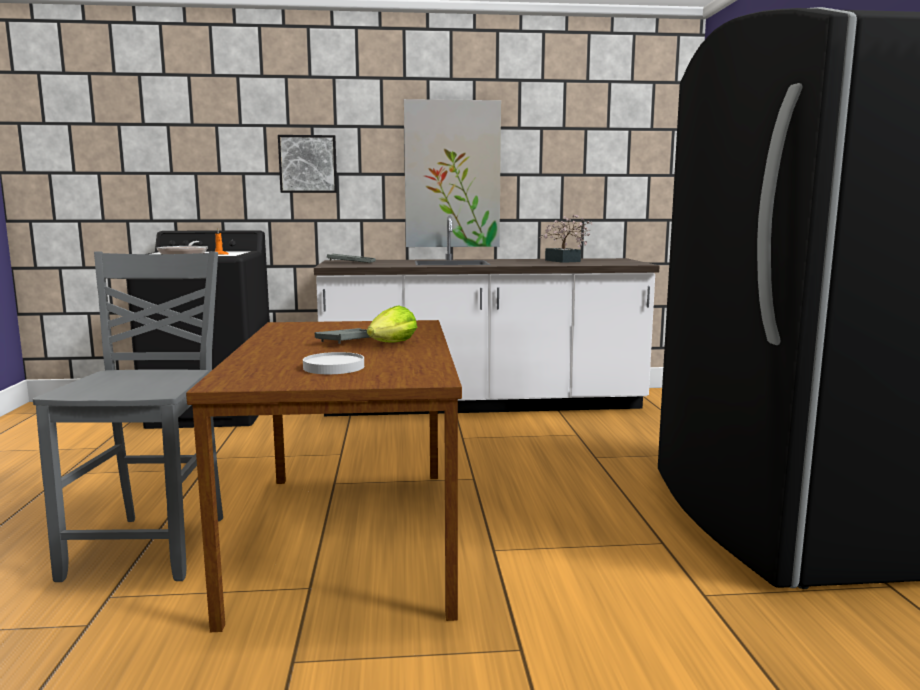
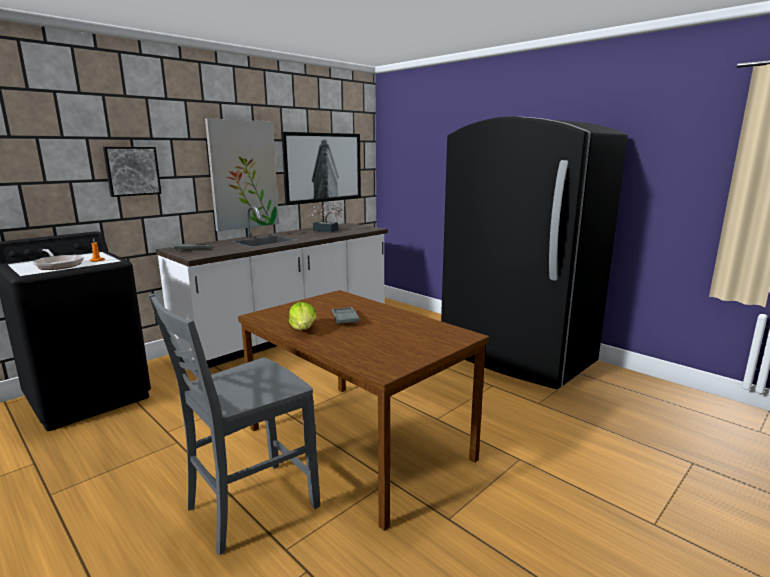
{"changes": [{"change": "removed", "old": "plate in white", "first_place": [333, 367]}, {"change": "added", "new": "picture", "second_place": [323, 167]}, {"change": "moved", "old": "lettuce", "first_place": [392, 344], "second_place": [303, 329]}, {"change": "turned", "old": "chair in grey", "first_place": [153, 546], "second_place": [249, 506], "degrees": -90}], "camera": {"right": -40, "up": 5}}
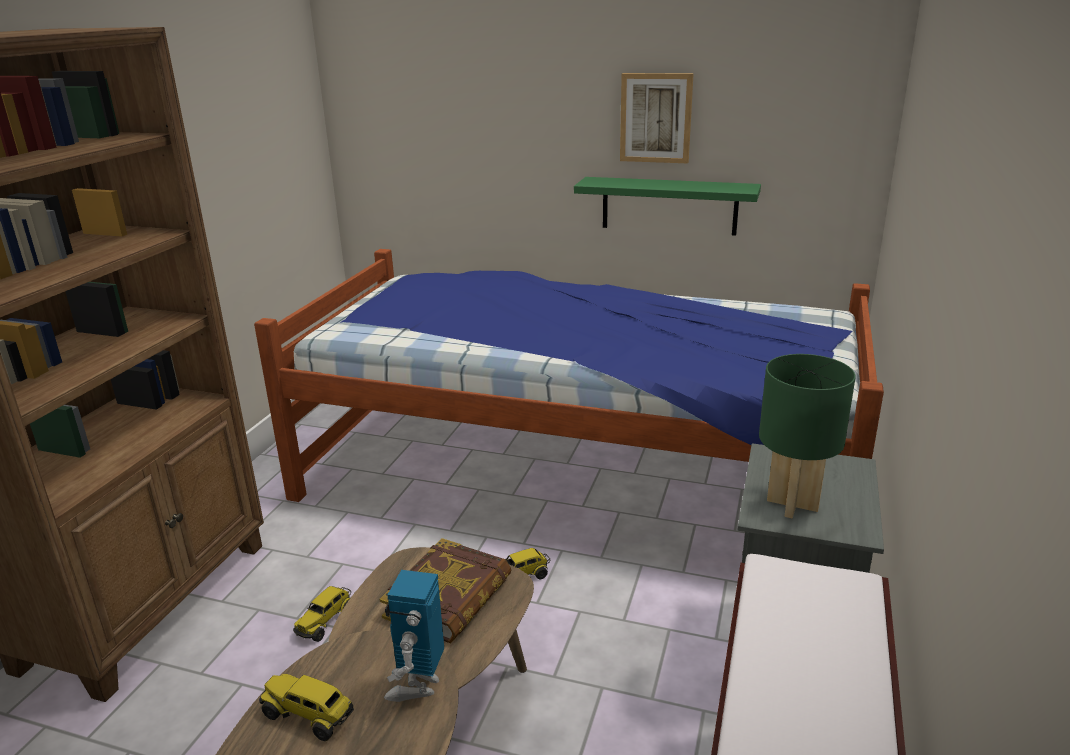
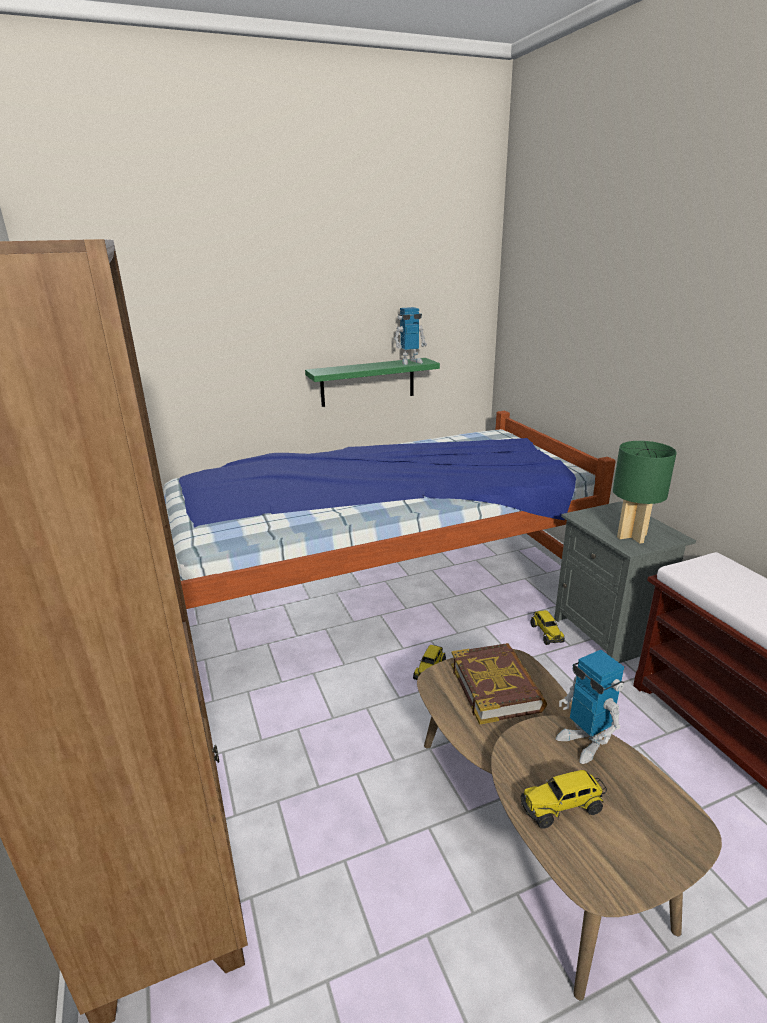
{"changes": [{"change": "removed", "old": "picture", "first_place": [656, 118]}, {"change": "added", "new": "toy robot", "second_place": [410, 362]}, {"change": "moved", "old": "toy truck", "first_place": [325, 621], "second_place": [546, 633]}], "camera": {"right": -40, "up": 0}}
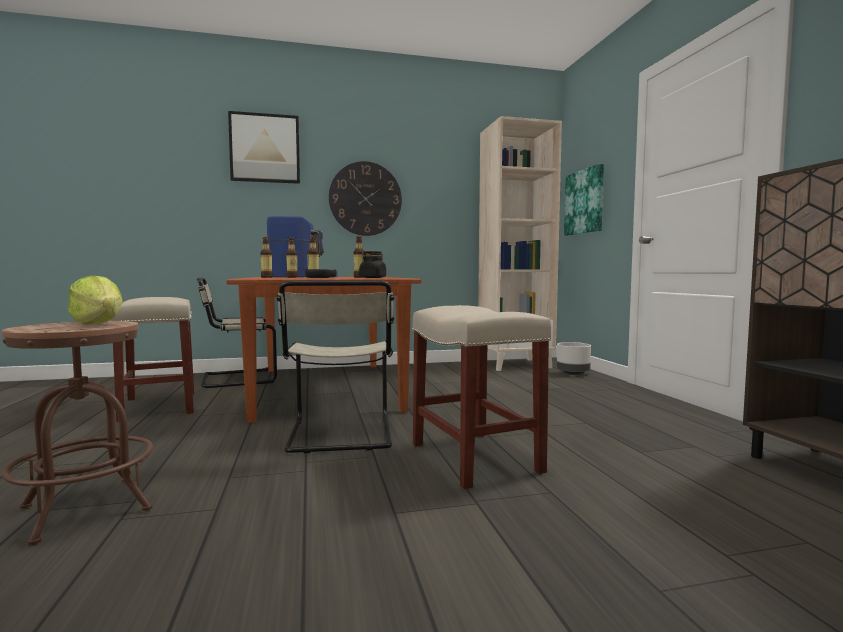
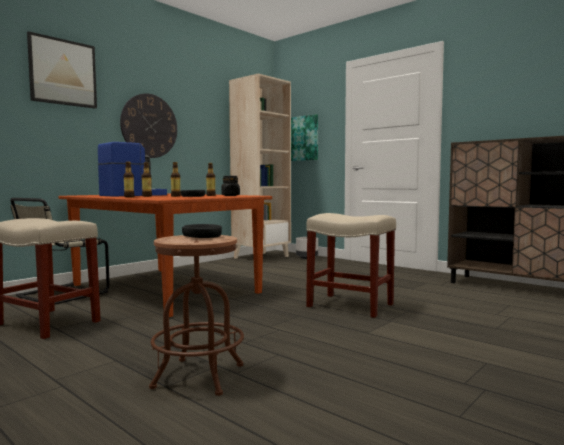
{"changes": [{"change": "removed", "old": "chair in beige", "first_place": [340, 435]}, {"change": "replaced", "old": "lettuce", "new": "bowl in black", "first_place": [99, 323], "second_place": [202, 236]}], "camera": {"right": -35, "up": 0}}
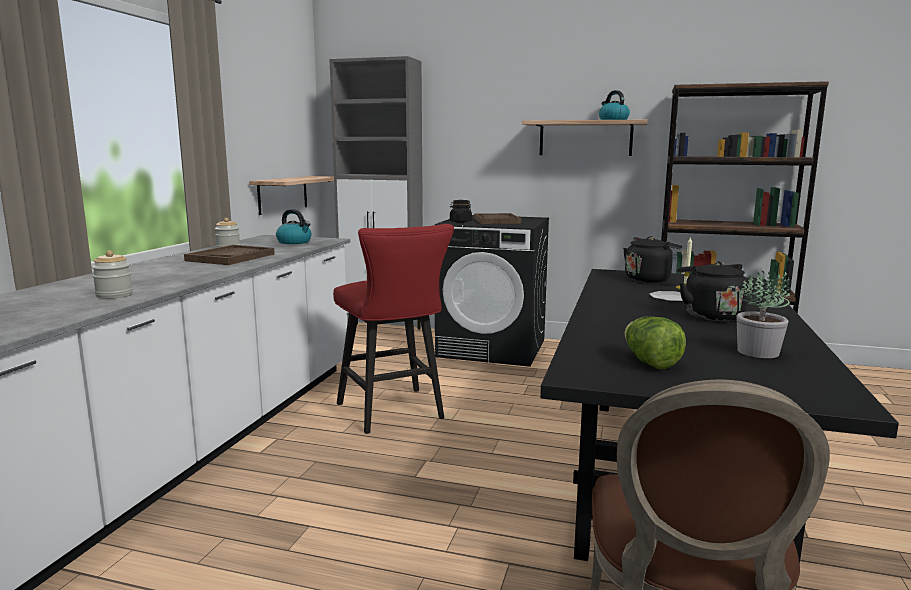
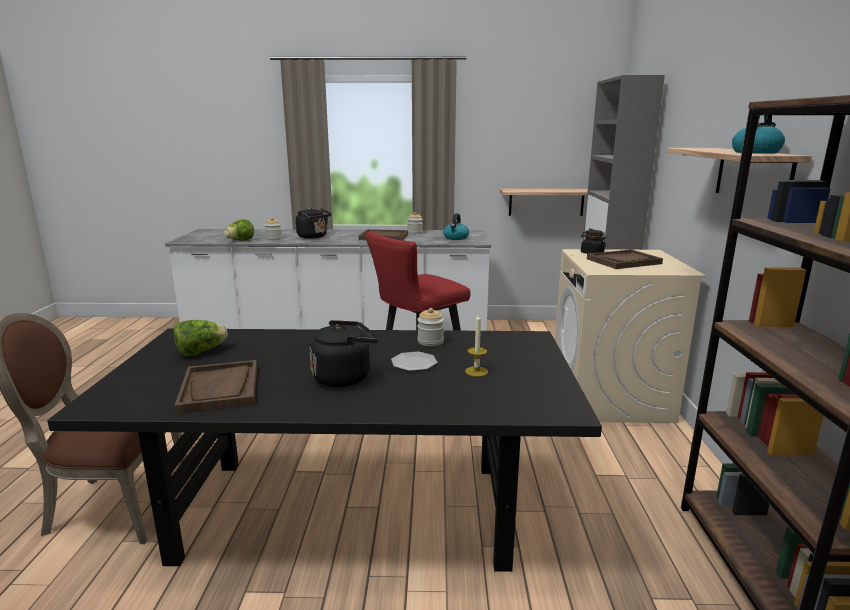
{"changes": [{"change": "added", "new": "lettuce", "second_place": [240, 241]}, {"change": "added", "new": "jar", "second_place": [430, 341]}, {"change": "moved", "old": "kettle in black", "first_place": [649, 279], "second_place": [314, 237]}, {"change": "replaced", "old": "potted plant", "new": "tray in brown", "first_place": [759, 352], "second_place": [220, 388]}, {"change": "recoloured", "old": "washing machine in black", "new": "washing machine in beige", "first_place": [492, 348], "second_place": [610, 397]}], "camera": {"right": 75, "up": 5}}
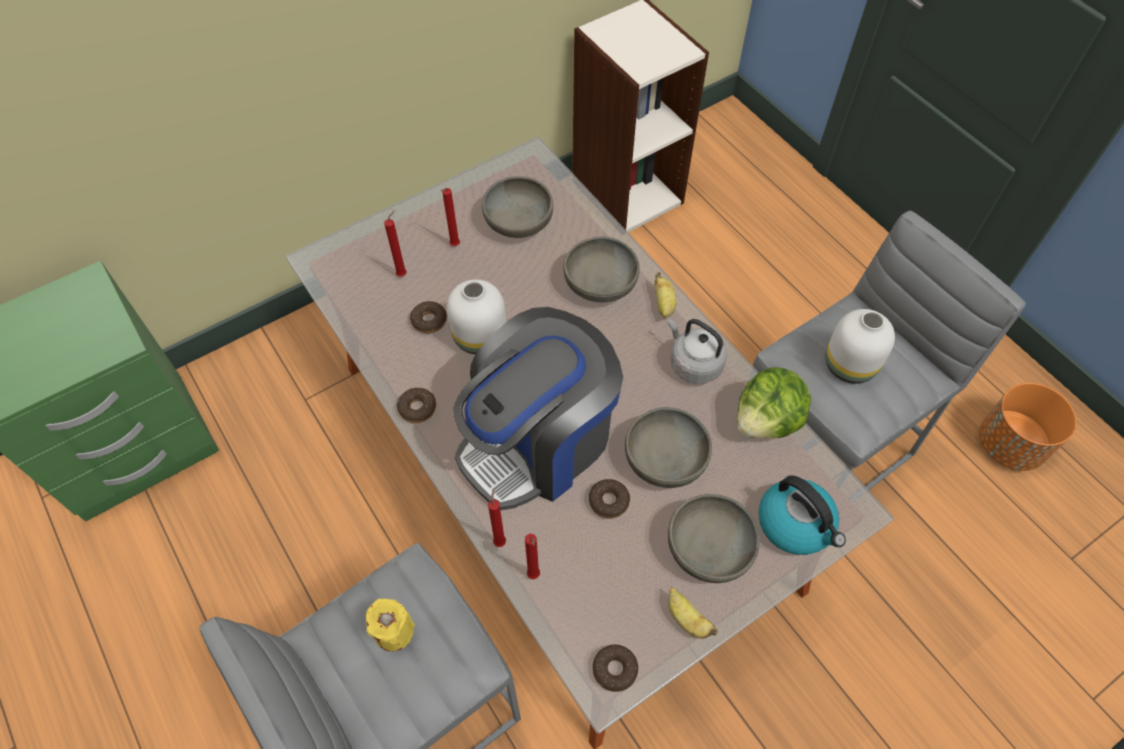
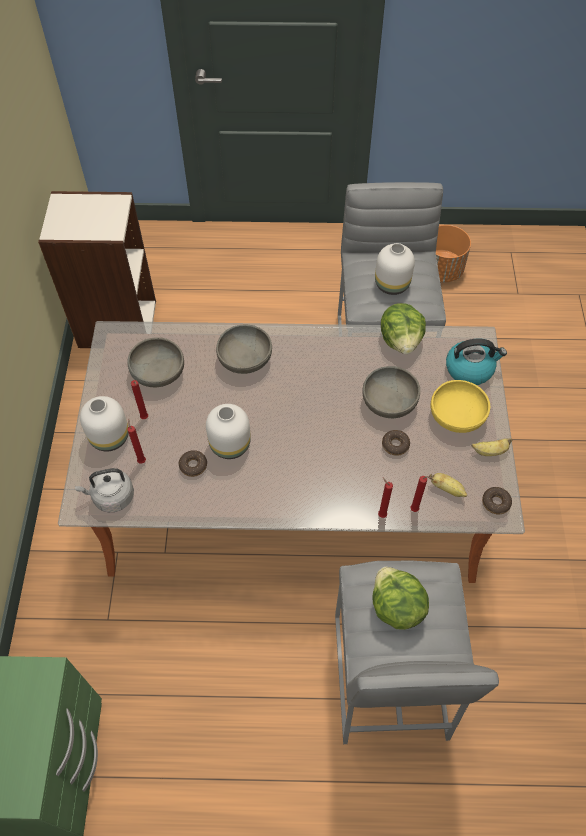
{"changes": [{"change": "removed", "old": "donut", "first_place": [417, 408]}, {"change": "removed", "old": "coffee machine", "first_place": [539, 442]}, {"change": "added", "new": "vase in white", "second_place": [108, 437]}, {"change": "moved", "old": "banana", "first_place": [664, 304], "second_place": [447, 489]}, {"change": "moved", "old": "kettle in grey", "first_place": [693, 364], "second_place": [111, 497]}, {"change": "replaced", "old": "candle in yellow", "new": "lettuce", "first_place": [393, 631], "second_place": [396, 607]}, {"change": "recoloured", "old": "bowl in grey", "new": "bowl in yellow", "first_place": [709, 548], "second_place": [457, 416]}], "camera": {"right": -55, "up": 0}}
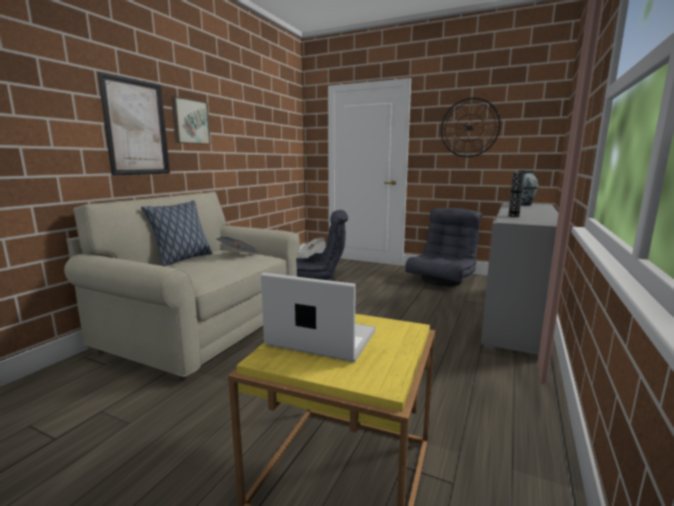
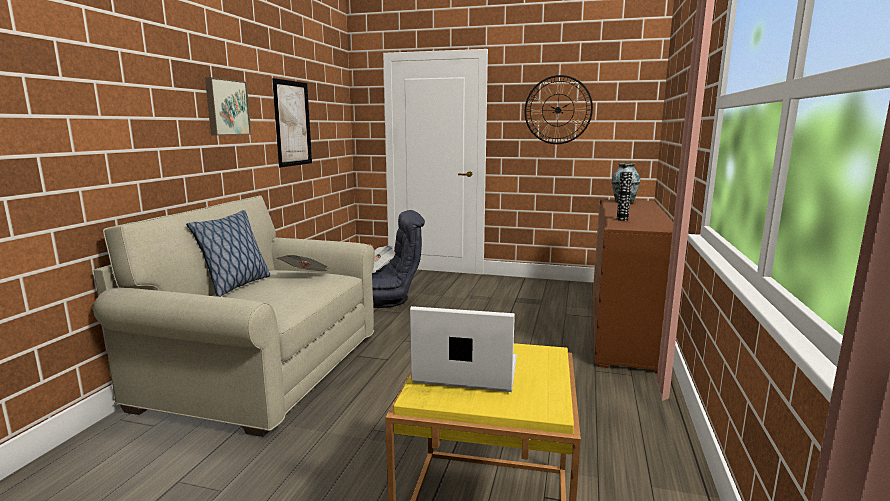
{"changes": [{"change": "removed", "old": "armchair in grey", "first_place": [442, 280]}, {"change": "moved", "old": "picture", "first_place": [136, 128], "second_place": [292, 123]}, {"change": "recoloured", "old": "cabinet in grey", "new": "cabinet in brown", "first_place": [514, 317], "second_place": [623, 330]}], "camera": {"right": -10, "up": 0}}
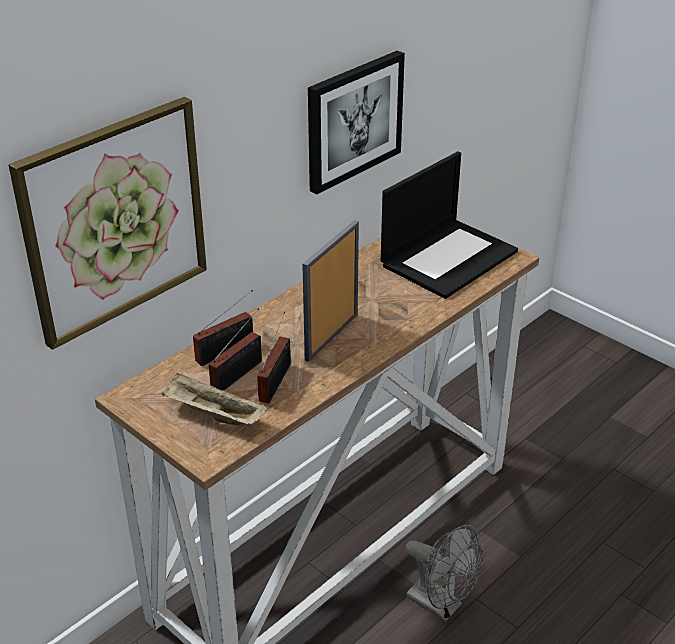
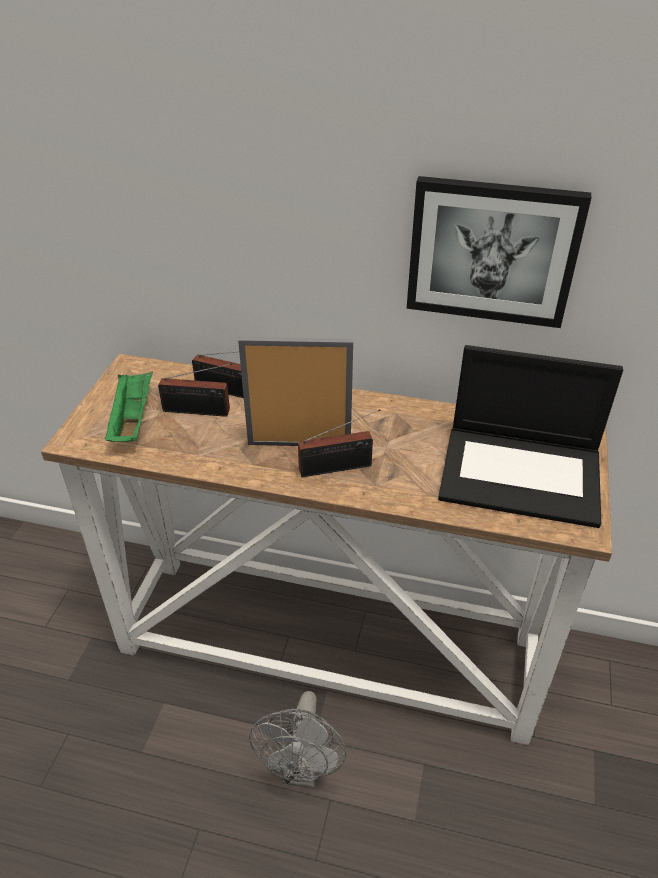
{"changes": [{"change": "removed", "old": "picture", "first_place": [114, 220]}, {"change": "moved", "old": "radio", "first_place": [277, 380], "second_place": [339, 467]}, {"change": "recoloured", "old": "tray in beige", "new": "tray in green", "first_place": [212, 415], "second_place": [132, 419]}], "camera": {"right": 60, "up": 5}}
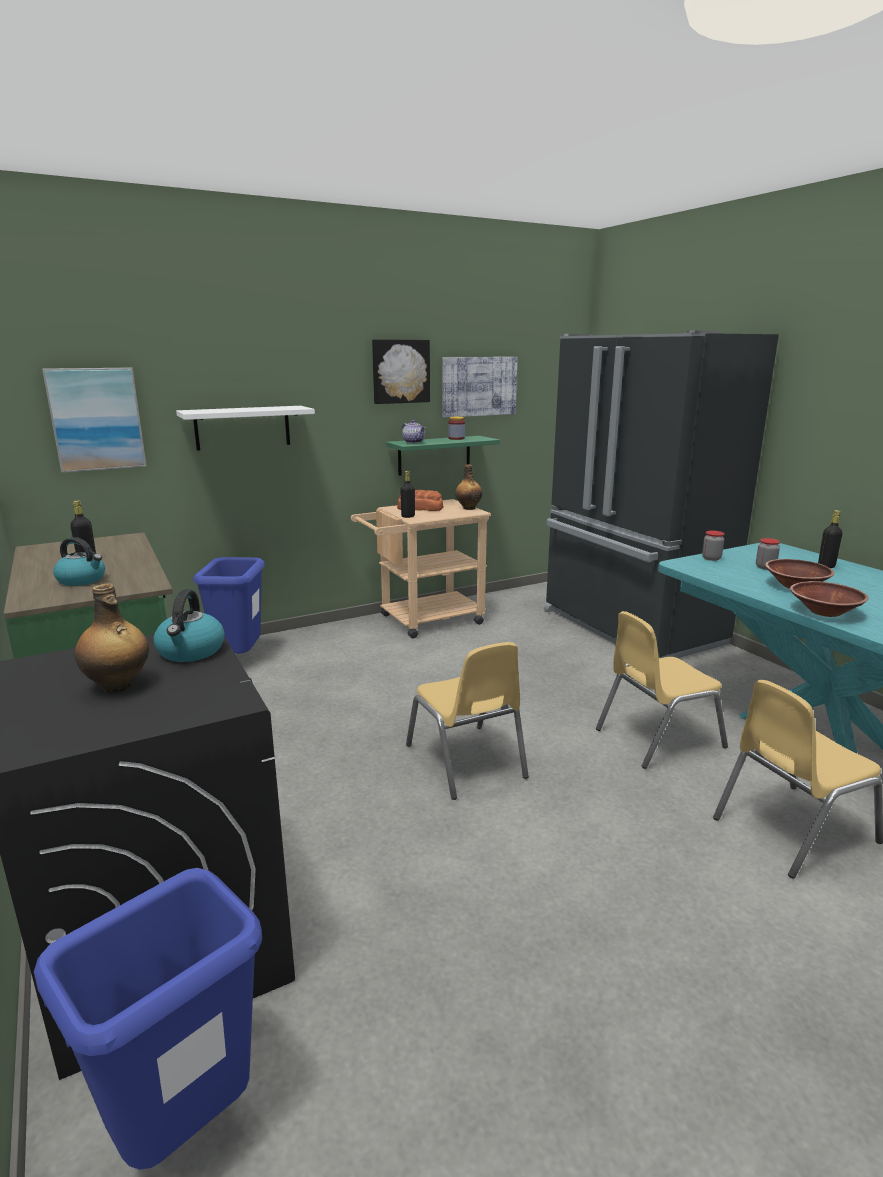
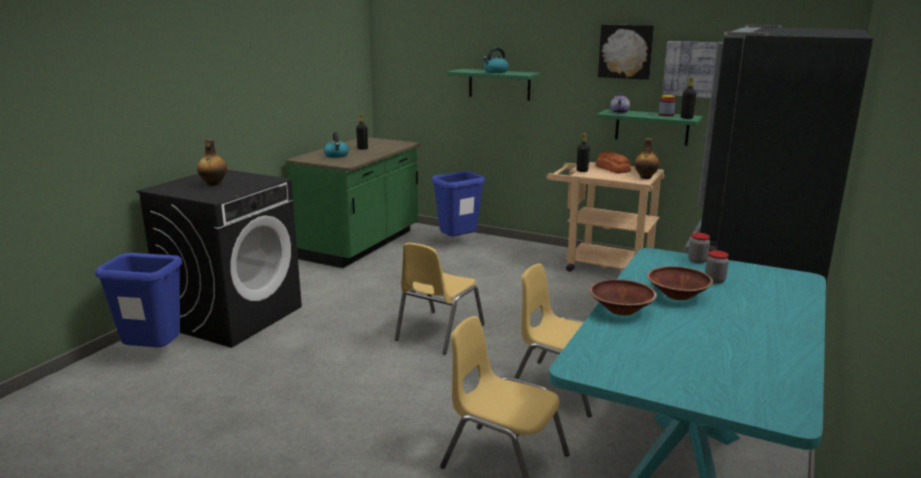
{"changes": [{"change": "removed", "old": "picture", "first_place": [96, 419]}, {"change": "moved", "old": "kettle", "first_place": [191, 651], "second_place": [495, 72]}, {"change": "moved", "old": "bottle in black", "first_place": [826, 566], "second_place": [686, 118]}, {"change": "recoloured", "old": "shelf in white", "new": "shelf in green", "first_place": [242, 427], "second_place": [499, 84]}], "camera": {"right": 55, "up": 0}}
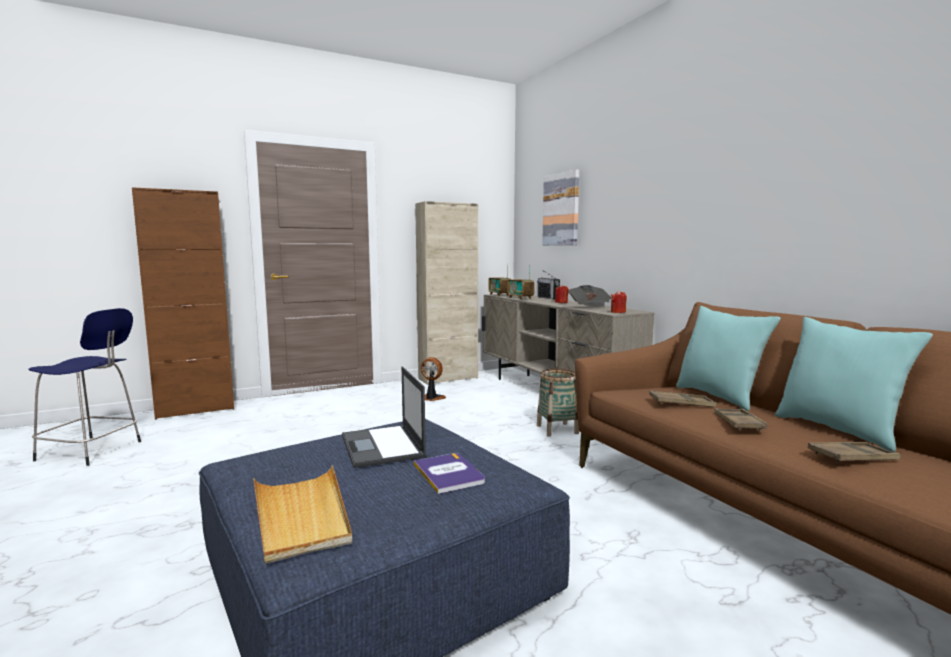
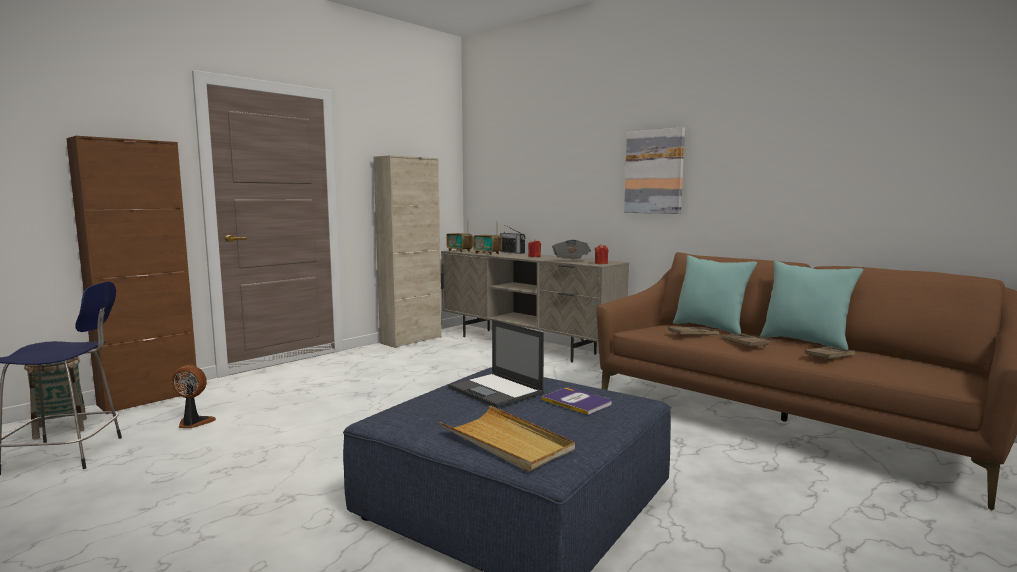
{"changes": [{"change": "moved", "old": "fan", "first_place": [432, 398], "second_place": [193, 423]}, {"change": "moved", "old": "basket", "first_place": [557, 429], "second_place": [60, 428]}, {"change": "moved", "old": "picture", "first_place": [561, 209], "second_place": [654, 172]}], "camera": {"right": -20, "up": 0}}
